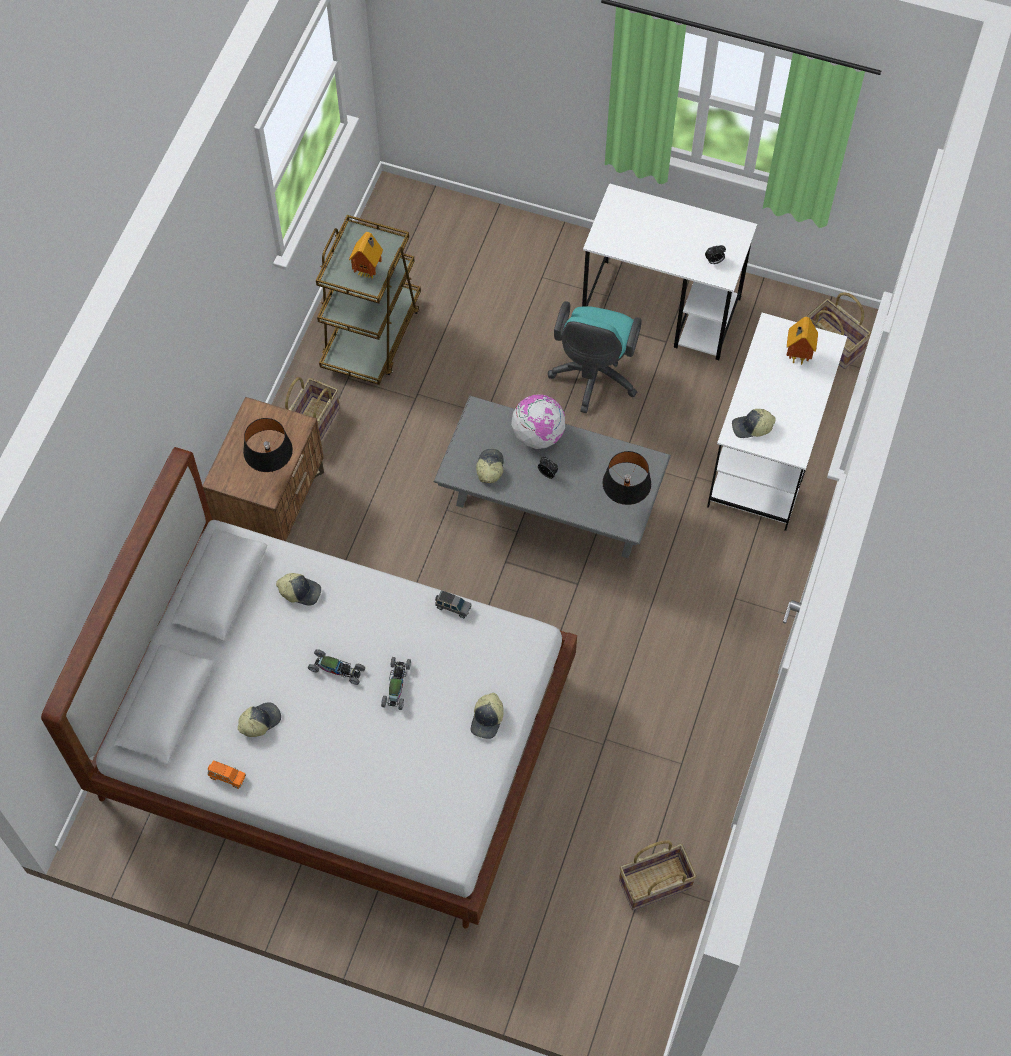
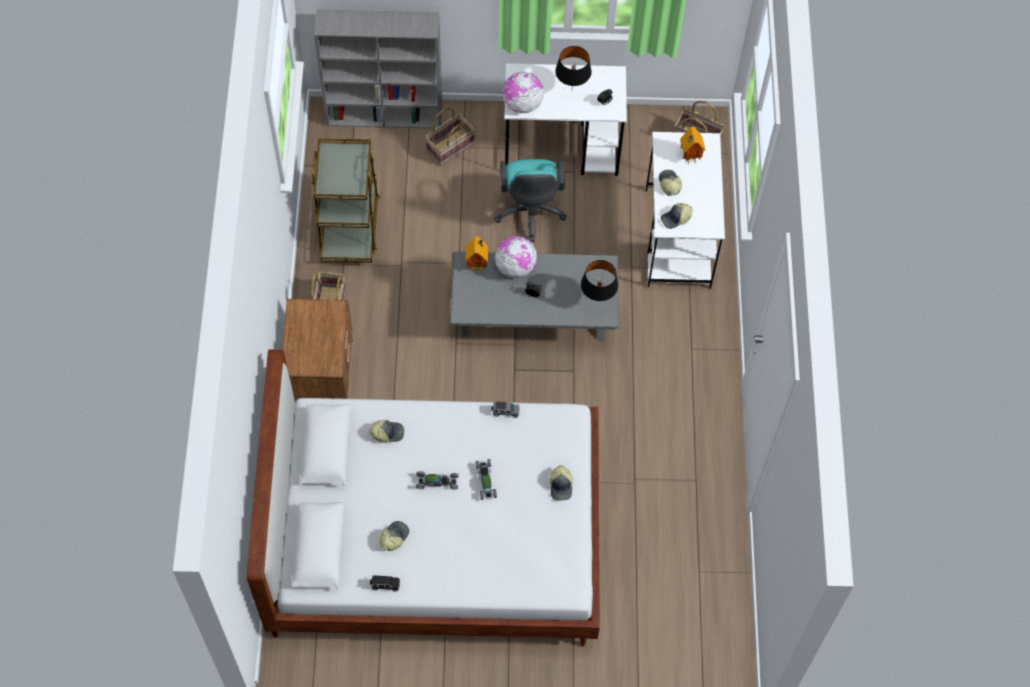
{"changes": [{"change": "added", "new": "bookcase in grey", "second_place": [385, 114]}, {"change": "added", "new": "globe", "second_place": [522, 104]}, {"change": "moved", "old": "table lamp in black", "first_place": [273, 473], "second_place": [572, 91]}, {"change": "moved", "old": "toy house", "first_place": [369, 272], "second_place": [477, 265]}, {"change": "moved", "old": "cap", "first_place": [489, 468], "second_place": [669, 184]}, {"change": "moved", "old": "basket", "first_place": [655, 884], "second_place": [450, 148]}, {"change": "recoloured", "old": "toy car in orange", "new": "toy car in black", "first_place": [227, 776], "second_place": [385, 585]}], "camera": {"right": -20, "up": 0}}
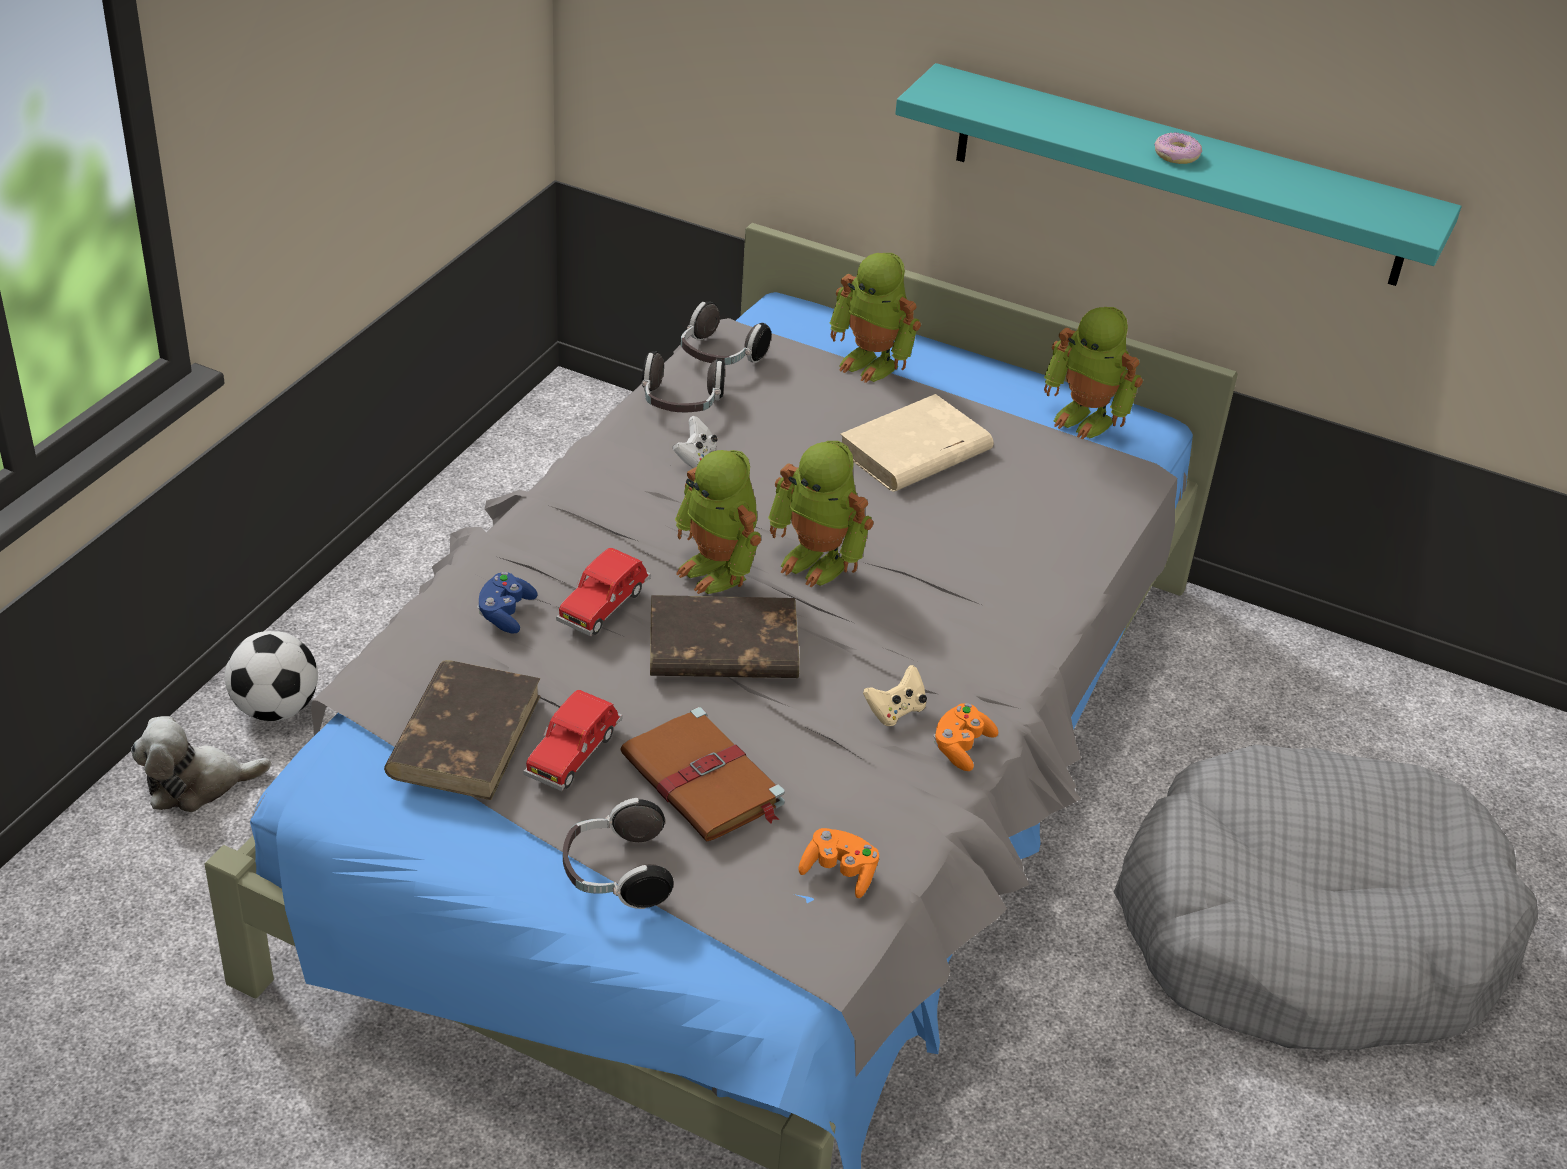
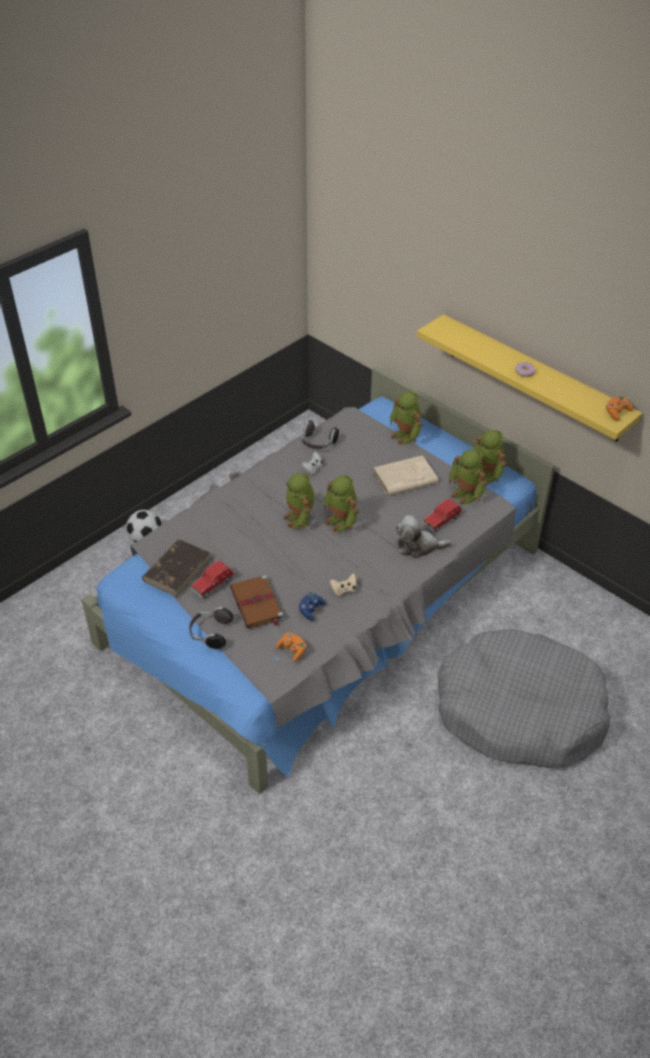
{"changes": [{"change": "removed", "old": "book in brown", "first_place": [721, 647]}, {"change": "removed", "old": "headphones", "first_place": [719, 357]}, {"change": "added", "new": "toy robot", "second_place": [466, 494]}, {"change": "moved", "old": "plush toy", "first_place": [197, 784], "second_place": [418, 546]}, {"change": "moved", "old": "game controller in blue", "first_place": [505, 613], "second_place": [311, 610]}, {"change": "moved", "old": "toy car in red", "first_place": [604, 606], "second_place": [442, 520]}, {"change": "moved", "old": "game controller in orange", "first_place": [961, 747], "second_place": [616, 412]}, {"change": "recoloured", "old": "shelf in turquoise", "new": "shelf in yellow", "first_place": [1178, 175], "second_place": [533, 378]}], "camera": {"right": 20, "up": 5}}
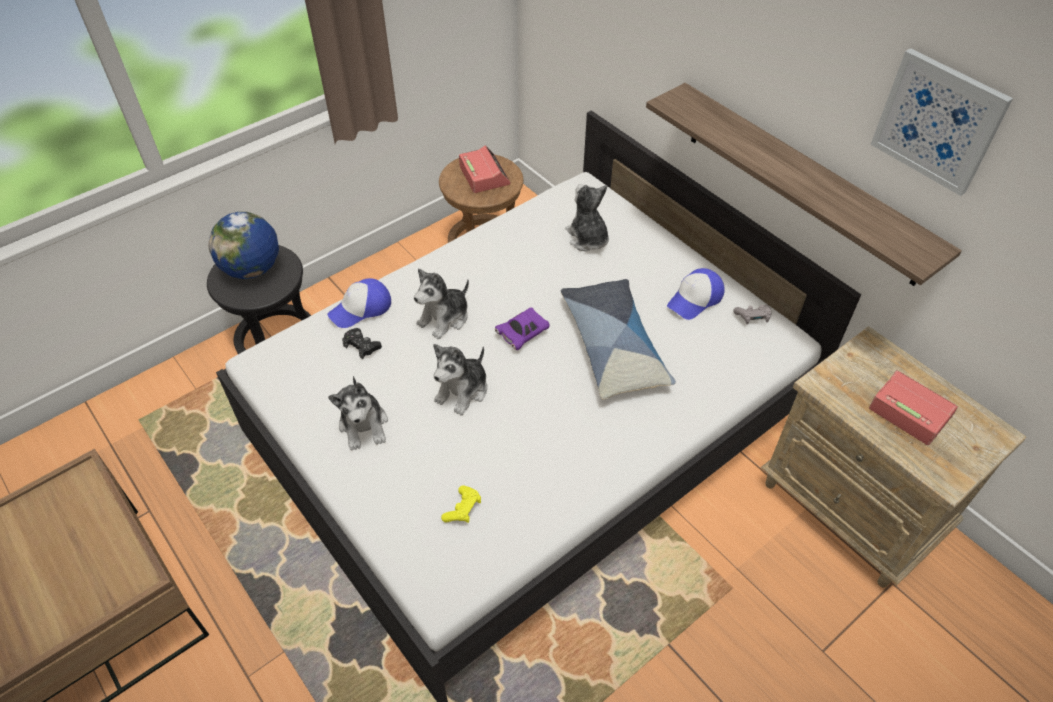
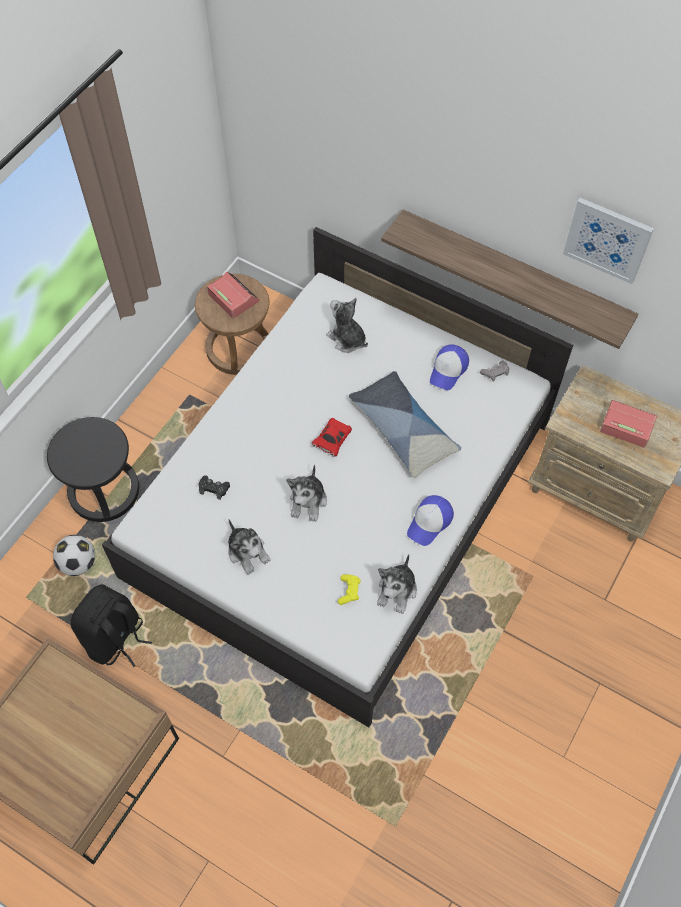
{"changes": [{"change": "removed", "old": "globe", "first_place": [252, 269]}, {"change": "added", "new": "football", "second_place": [78, 563]}, {"change": "added", "new": "backpack in black", "second_place": [116, 639]}, {"change": "moved", "old": "cap", "first_place": [361, 309], "second_place": [430, 522]}, {"change": "moved", "old": "plush toy", "first_place": [445, 318], "second_place": [397, 591]}, {"change": "recoloured", "old": "toy car in purple", "new": "toy car in red", "first_place": [522, 334], "second_place": [332, 440]}], "camera": {"right": -20, "up": 10}}
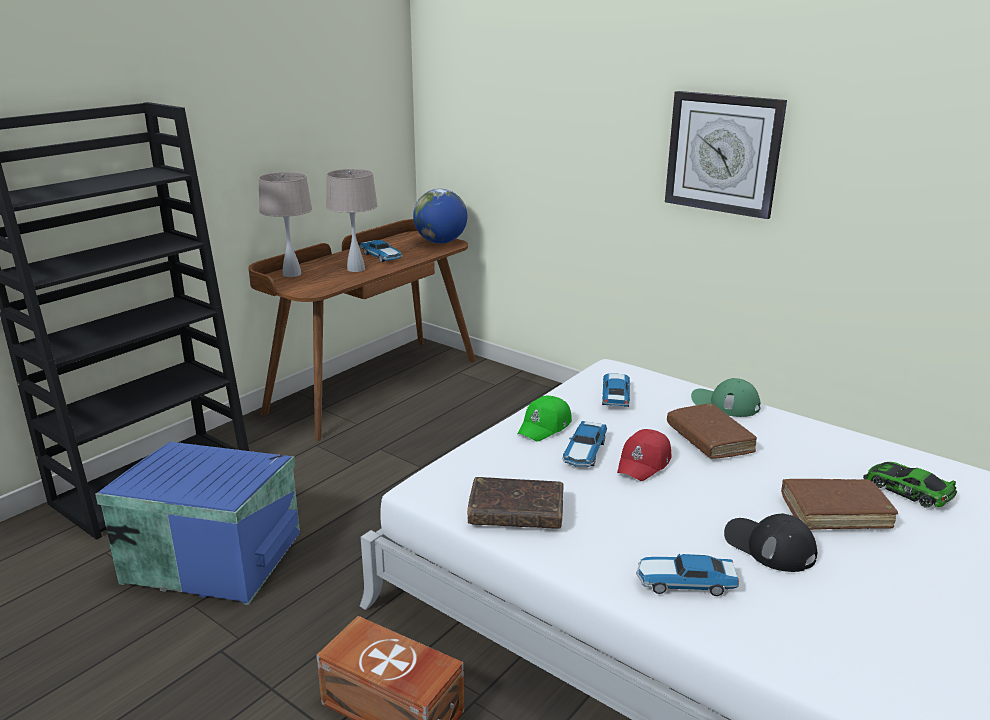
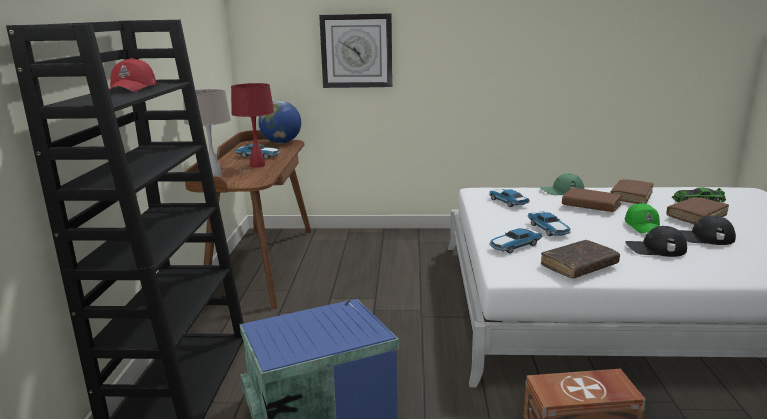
{"changes": [{"change": "added", "new": "book in brown", "second_place": [631, 197]}, {"change": "added", "new": "cap in black", "second_place": [655, 248]}, {"change": "moved", "old": "cap in green", "first_place": [545, 427], "second_place": [642, 226]}, {"change": "moved", "old": "cap in red", "first_place": [644, 463], "second_place": [134, 88]}, {"change": "moved", "old": "toy car", "first_place": [684, 582], "second_place": [514, 246]}, {"change": "moved", "old": "wall clock", "first_place": [723, 153], "second_place": [356, 51]}, {"change": "recoloured", "old": "table lamp in beige", "new": "table lamp in red", "first_place": [356, 269], "second_place": [258, 165]}], "camera": {"right": -35, "up": -5}}
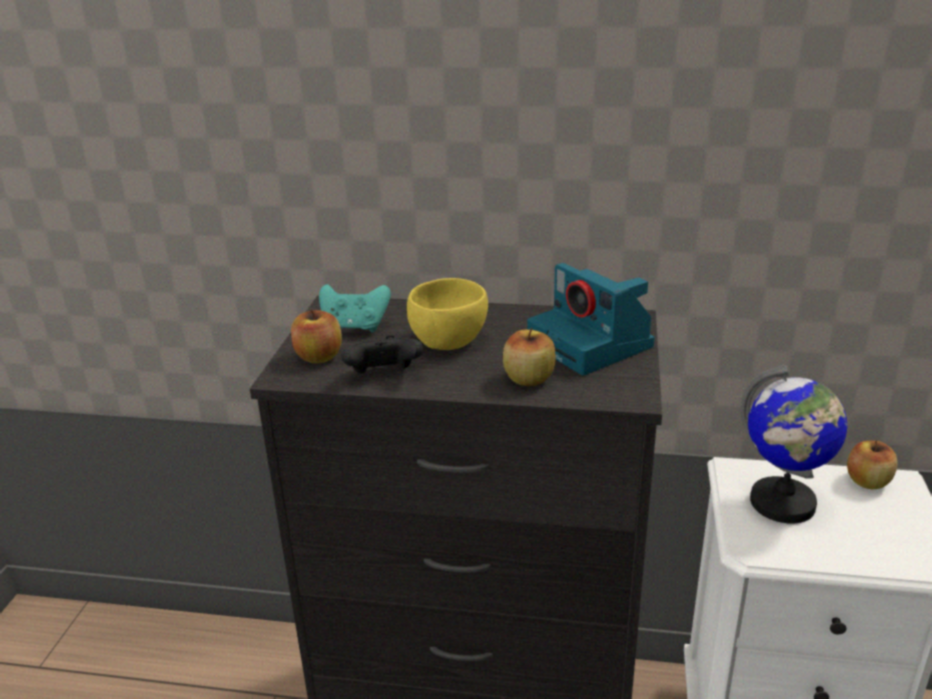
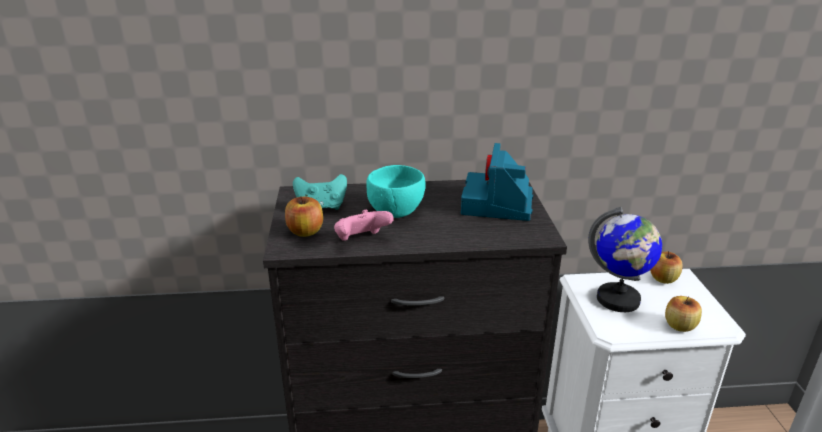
{"changes": [{"change": "moved", "old": "apple", "first_place": [528, 379], "second_place": [679, 326]}, {"change": "recoloured", "old": "game controller in black", "new": "game controller in pink", "first_place": [383, 376], "second_place": [362, 241]}, {"change": "recoloured", "old": "bowl in yellow", "new": "bowl in turquoise", "first_place": [447, 340], "second_place": [394, 210]}, {"change": "turned", "old": "photo camera", "first_place": [592, 345], "second_place": [498, 204], "degrees": 60}], "camera": {"right": -15, "up": 0}}
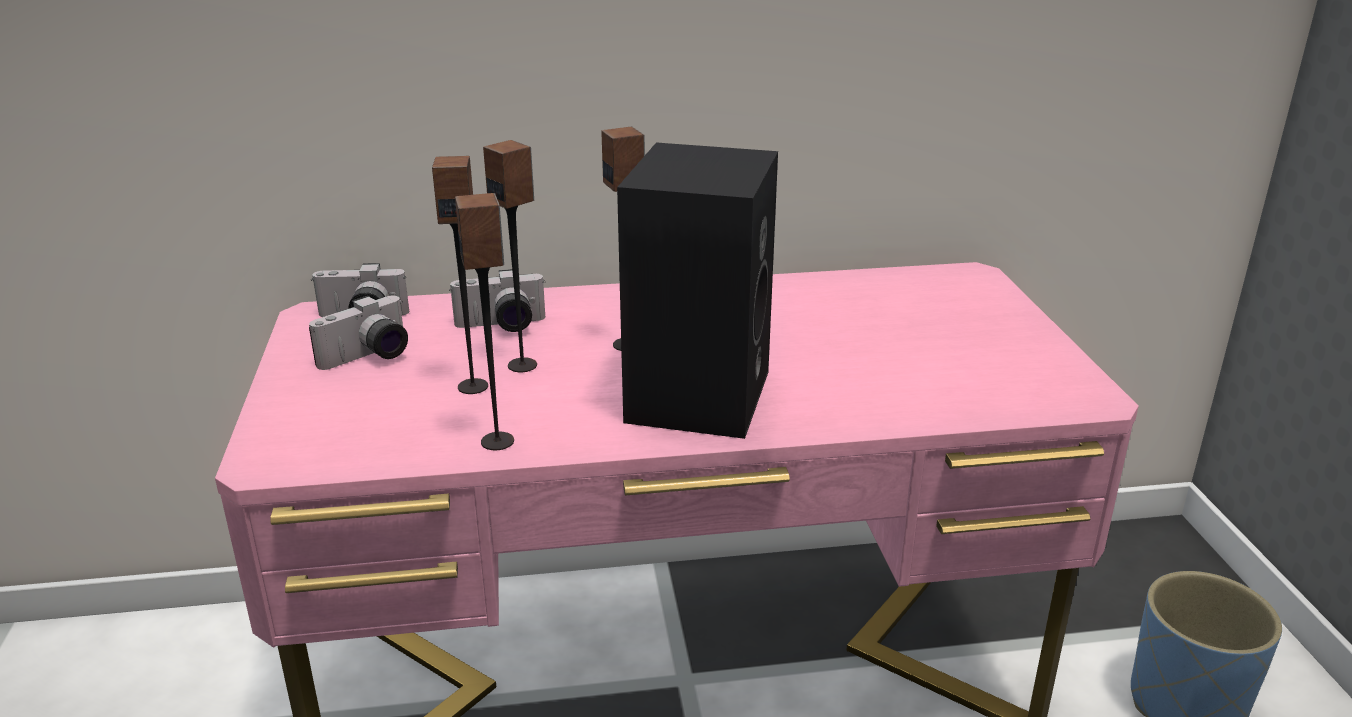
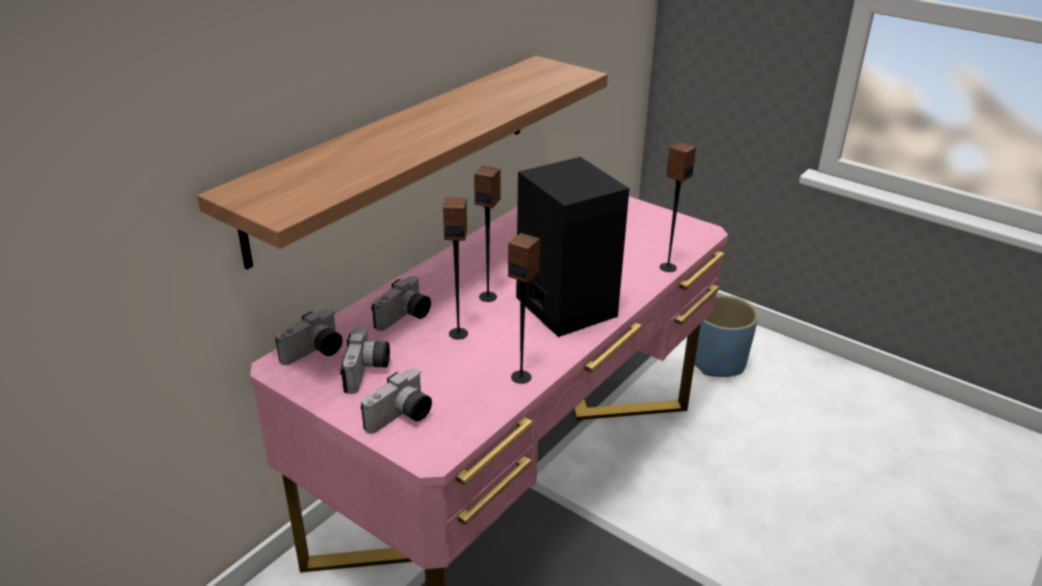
{"changes": [{"change": "added", "new": "shelf", "second_place": [399, 152]}, {"change": "added", "new": "photo camera", "second_place": [401, 418]}, {"change": "moved", "old": "speaker", "first_place": [473, 386], "second_place": [667, 267]}], "camera": {"right": -45, "up": 5}}
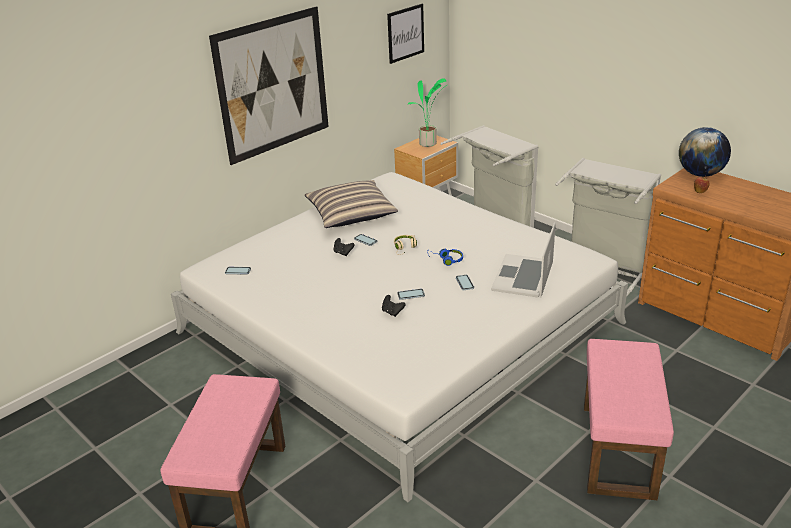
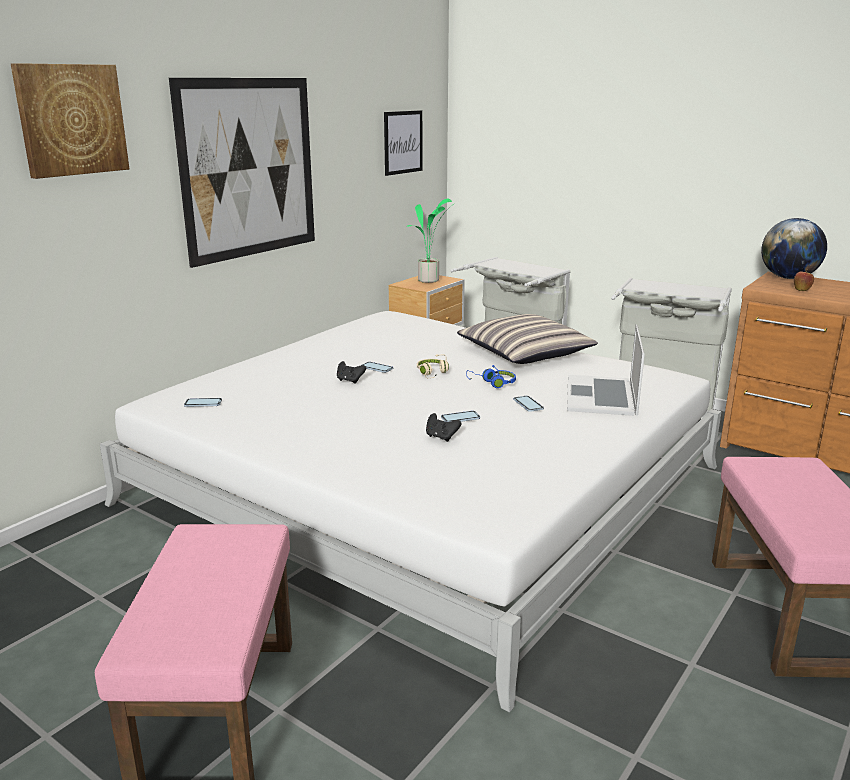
{"changes": [{"change": "added", "new": "picture", "second_place": [71, 120]}, {"change": "moved", "old": "pillow", "first_place": [351, 213], "second_place": [525, 353]}], "camera": {"right": -10, "up": -10}}
